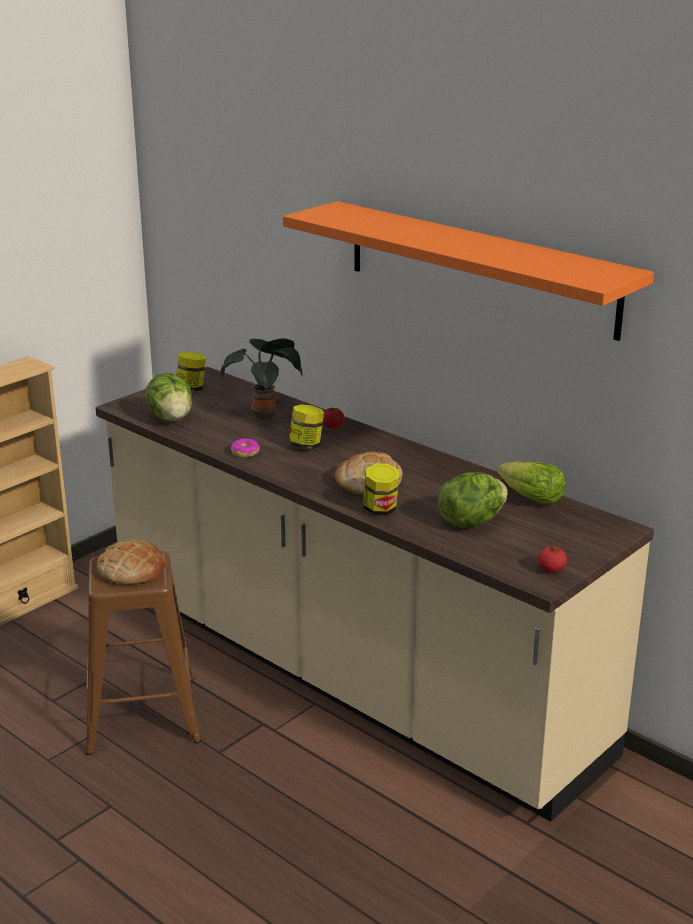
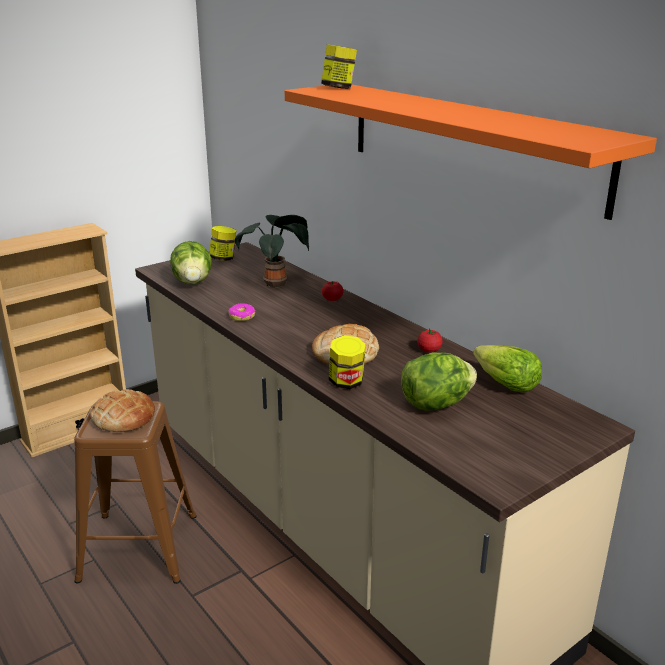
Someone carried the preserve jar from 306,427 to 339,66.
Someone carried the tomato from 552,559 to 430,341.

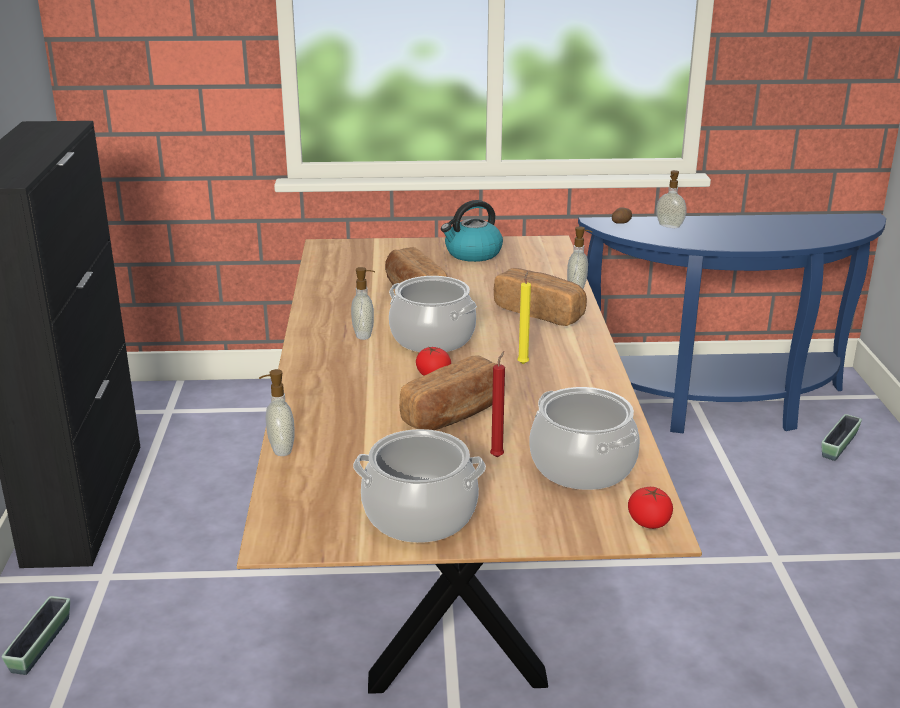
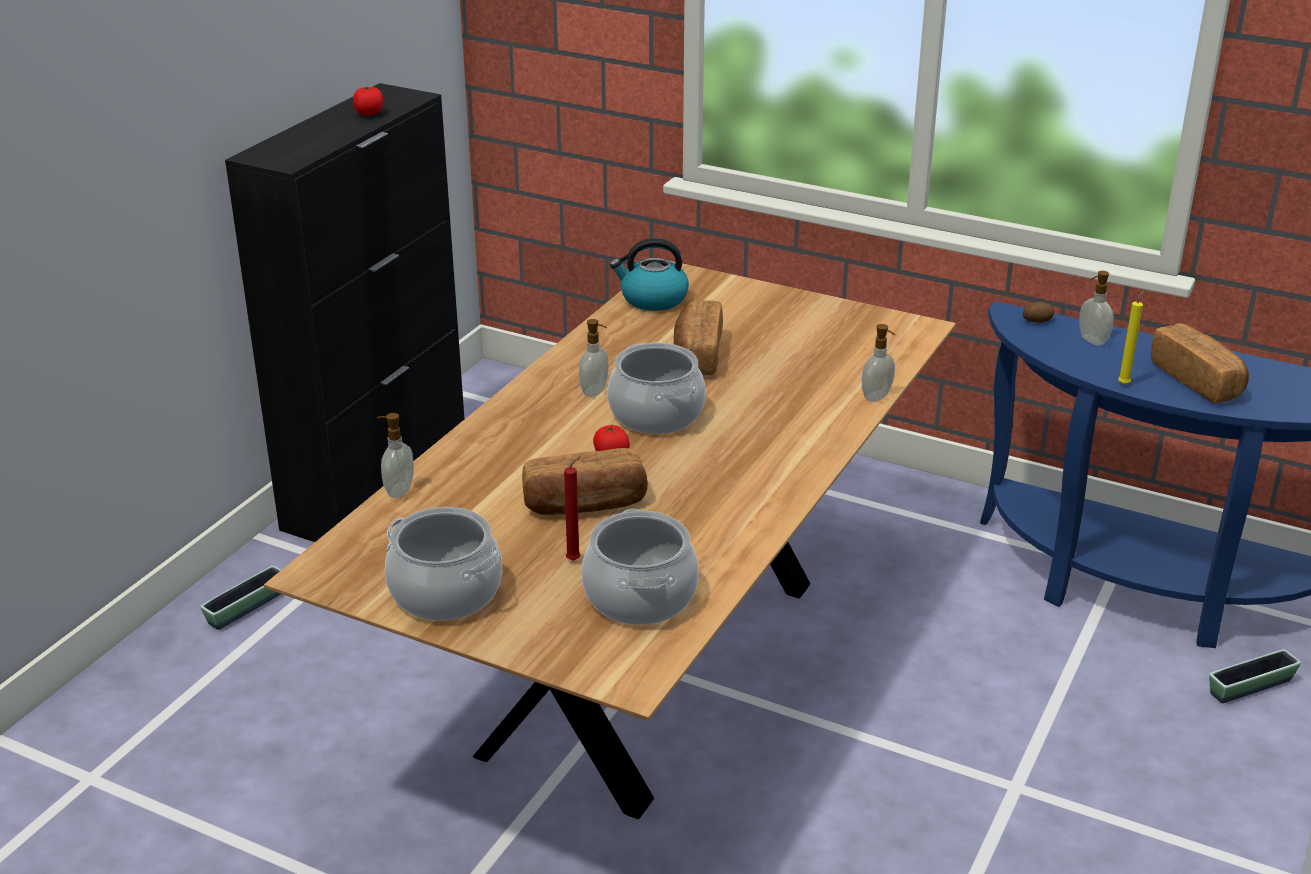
Someone carried the tomato from 650,508 to 368,101.
Someone carried the water kettle from 472,231 to 649,274.
Someone carried the yellow-coloured candle from 524,317 to 1131,338.
Someone carried the bread from 540,297 to 1200,363.

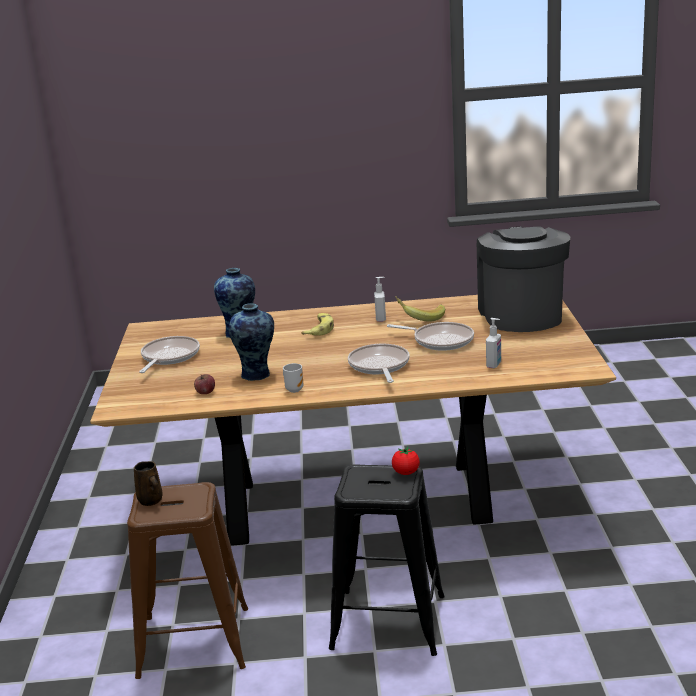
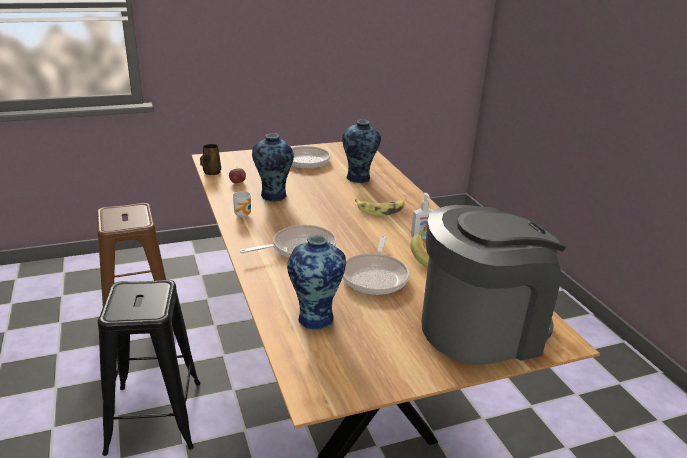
Someone carried the brownish mug from 148,483 to 210,159.
Someone swapped the soap dispenser at 493,343 for the vase at 316,282.
Someone took away the tomato at 406,460.

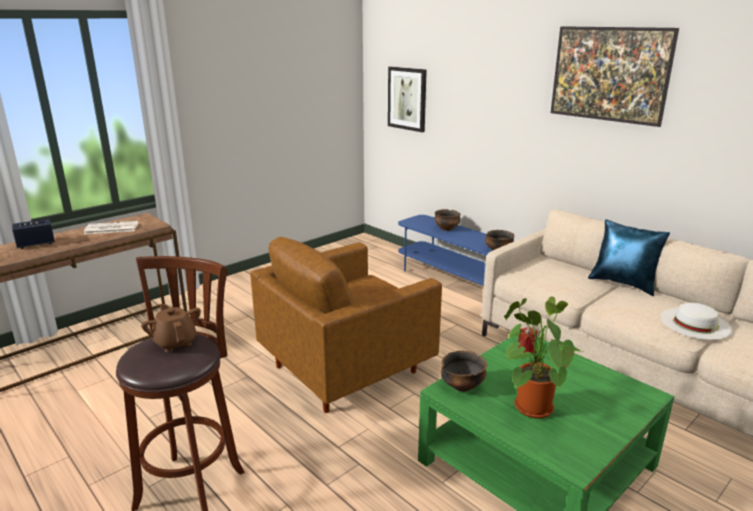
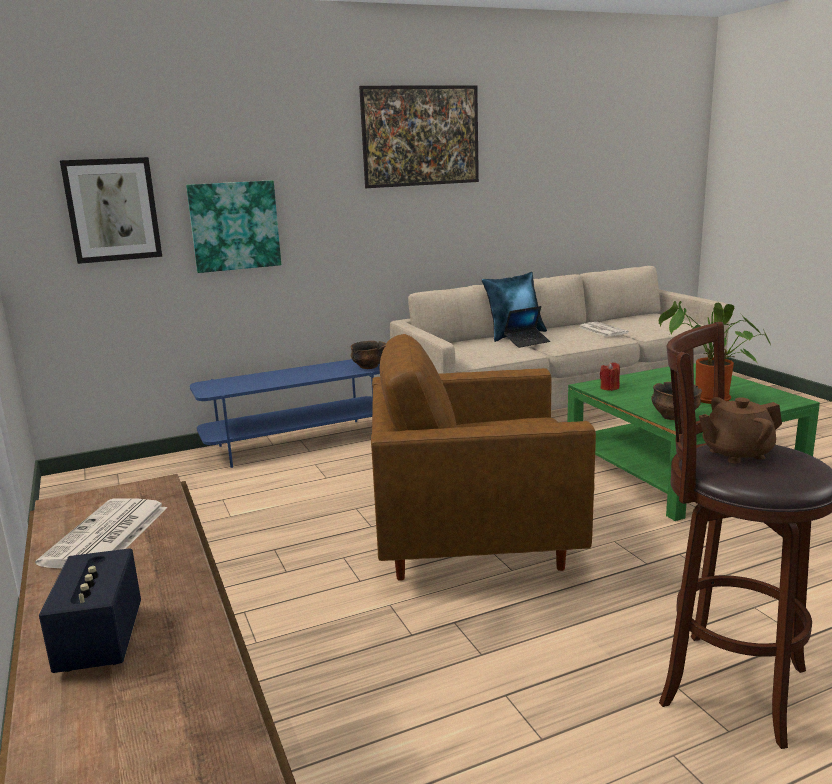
Someone put up the wall art at 233,226.
Someone rotated the brownish easy chair at 346,325 by 105 degrees clockwise.
Someone put down the laptop at 527,327.
Someone swapped the white hat at 696,321 for the daily paper at 603,329.
Someone took away the serving bowl at 447,220.

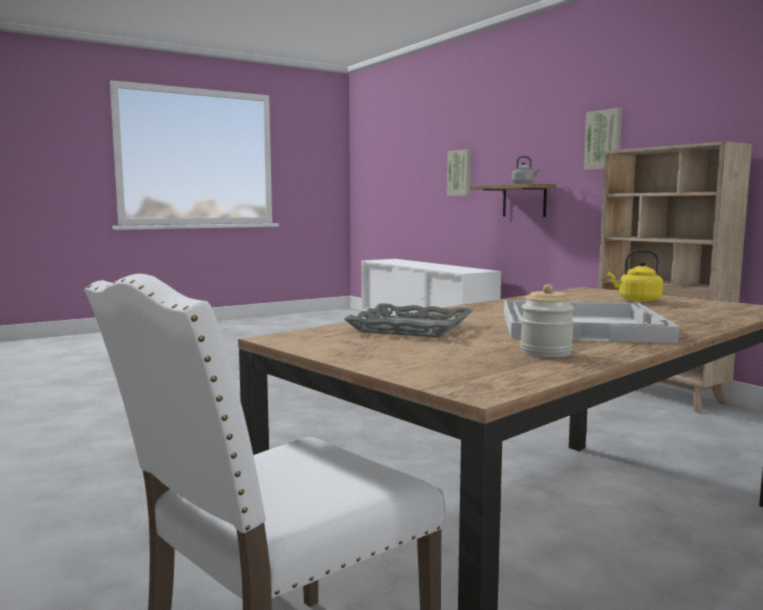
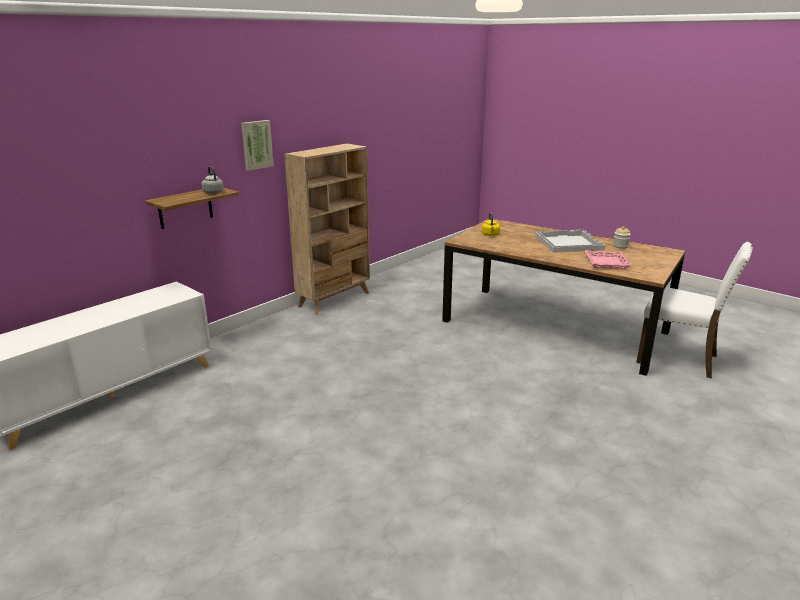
Someone repainted the grey carrying tray at 408,320, which became the pink-coloured carrying tray at 608,259.
Someone took away the wall art at 459,172.

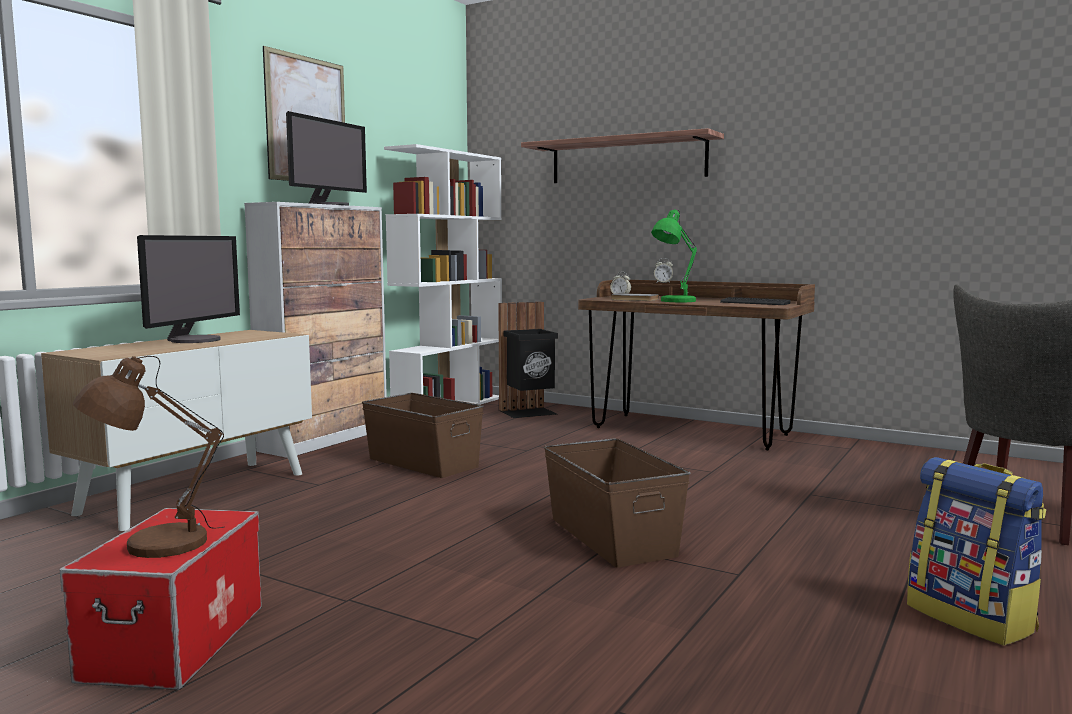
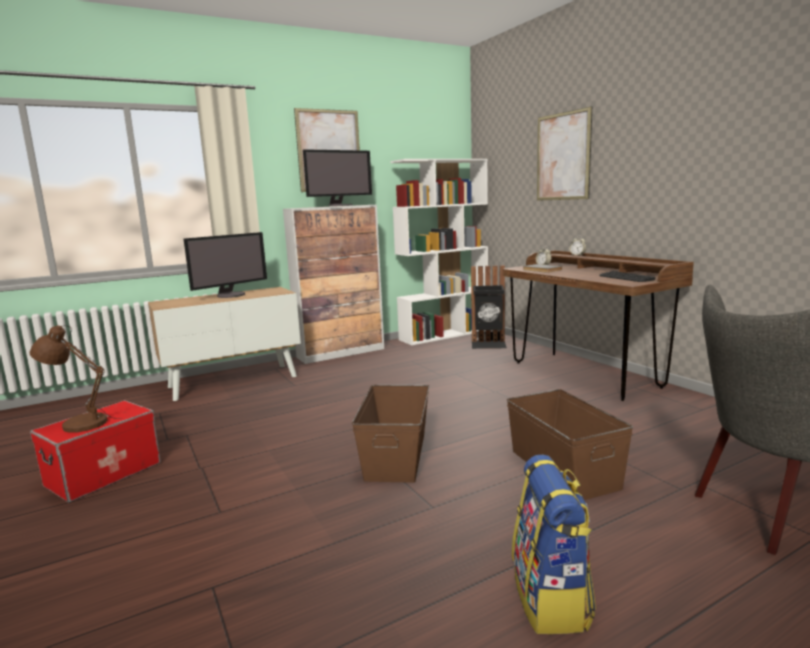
Someone carried the brownish storage container from 423,435 to 570,444.
Someone swapped the shelf at 622,155 for the wall art at 564,153.
Someone took away the greenish table lamp at 674,256.

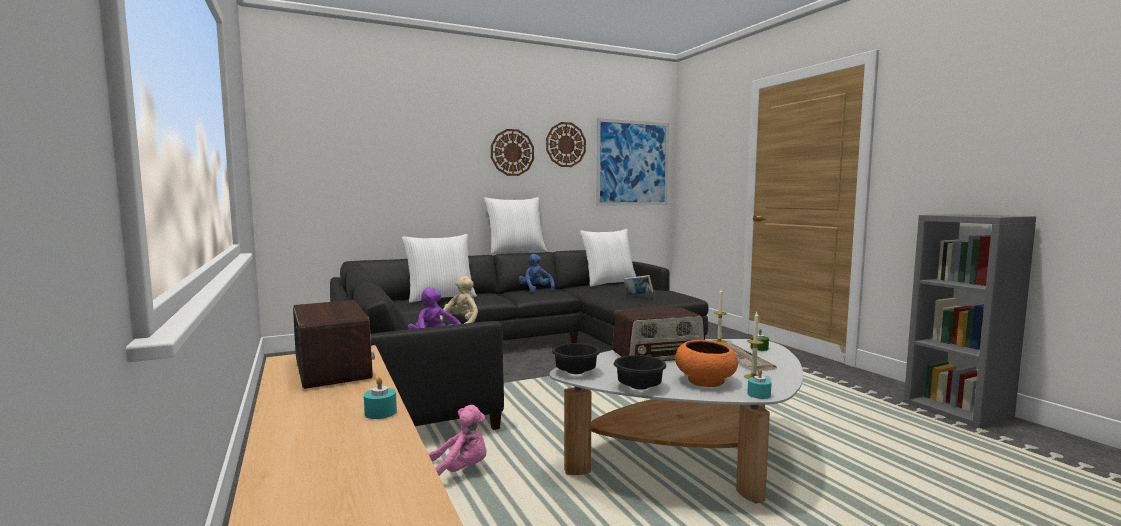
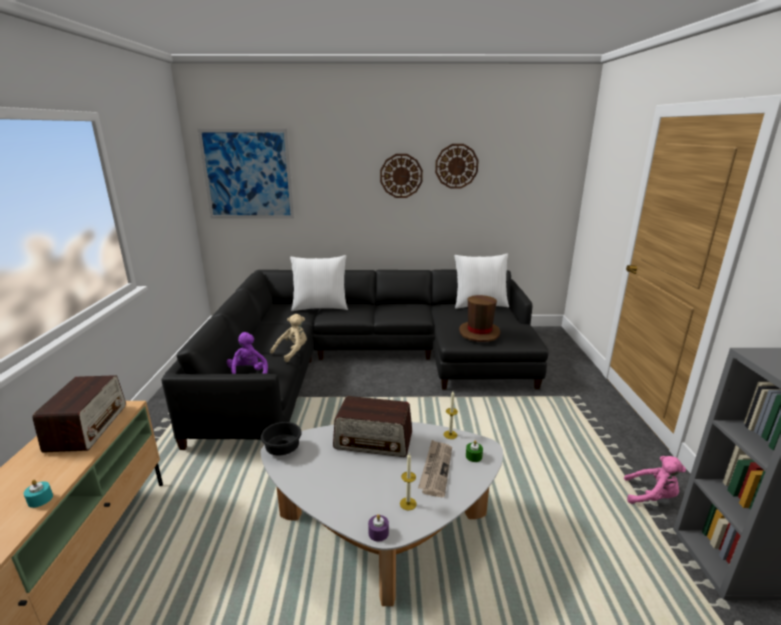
Someone carried the wall art from 632,162 to 246,174.
Someone repainted the turquoise candle at 759,384, which became the purple candle at 378,528.
Someone swapped the book at 638,285 for the brownish hat at 480,318.
Someone carried the pink-coloured soft toy from 458,440 to 655,480.
Someone took away the white pillow at 515,225.
Someone took away the blue-coloured soft toy at 537,273.
Someone took away the blackish serving bowl at 640,372.
Someone took away the orange serving bowl at 706,363.

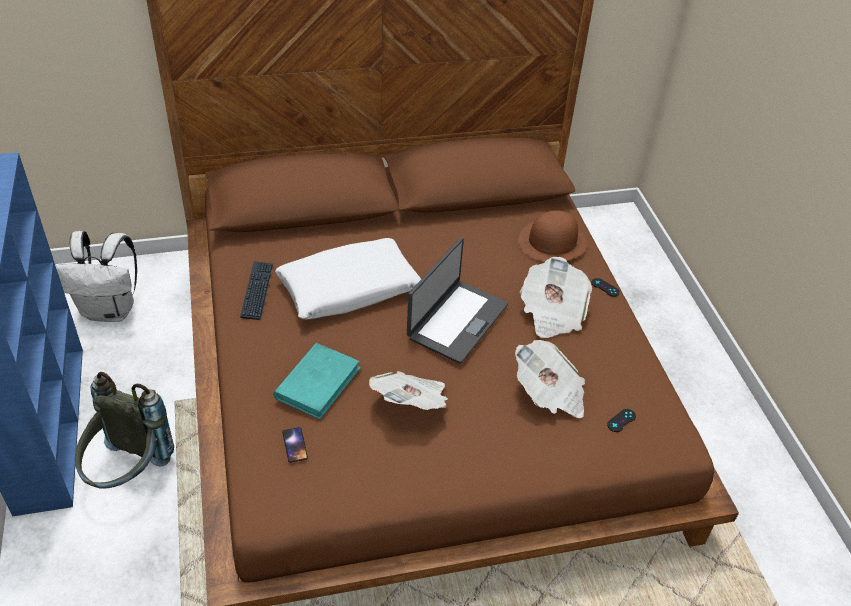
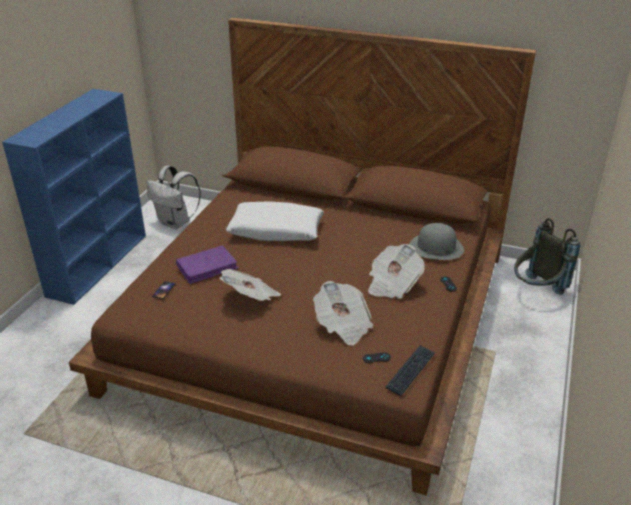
Someone repainted the turquoise book at 317,381, which became the purple book at 207,264.
Someone carried the keyboard from 256,290 to 410,370.
Someone repainted the brownish hat at 552,235, which became the grey hat at 436,241.
Someone carried the grey backpack from 124,430 to 547,256.
Someone took away the laptop at 457,301.

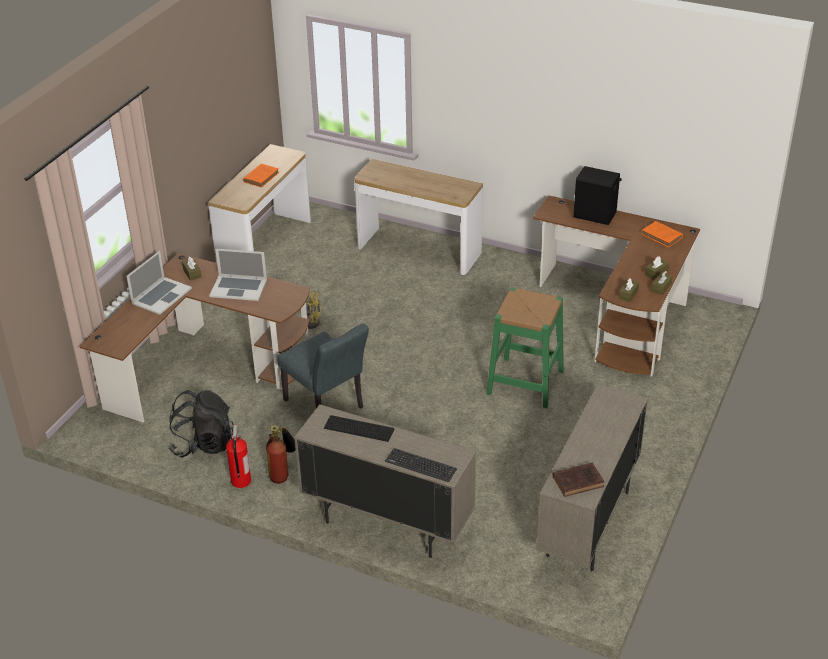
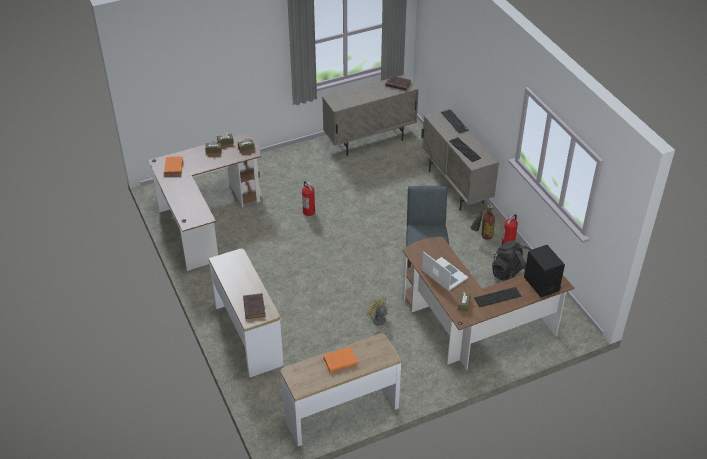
Someone put down the brownish book at 254,306.
Someone swapped the greenish sitting stool at 525,347 for the extinguisher at 308,198.
Someone swapped the laptop at 159,283 for the keyboard at 497,297.
Someone carried the blackish audio speaker from 597,195 to 544,271.

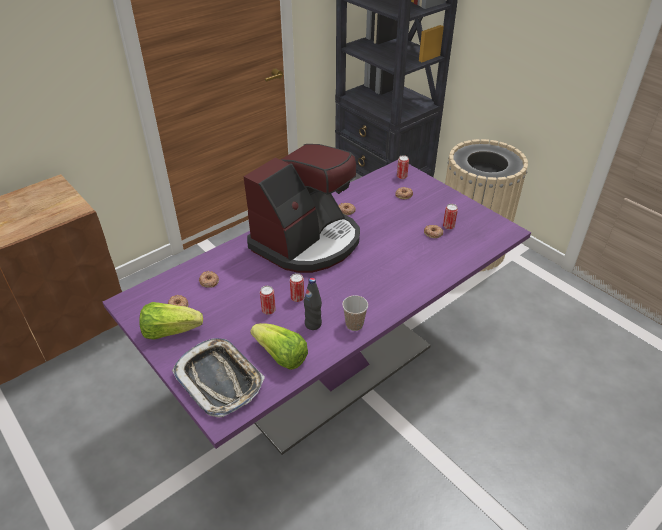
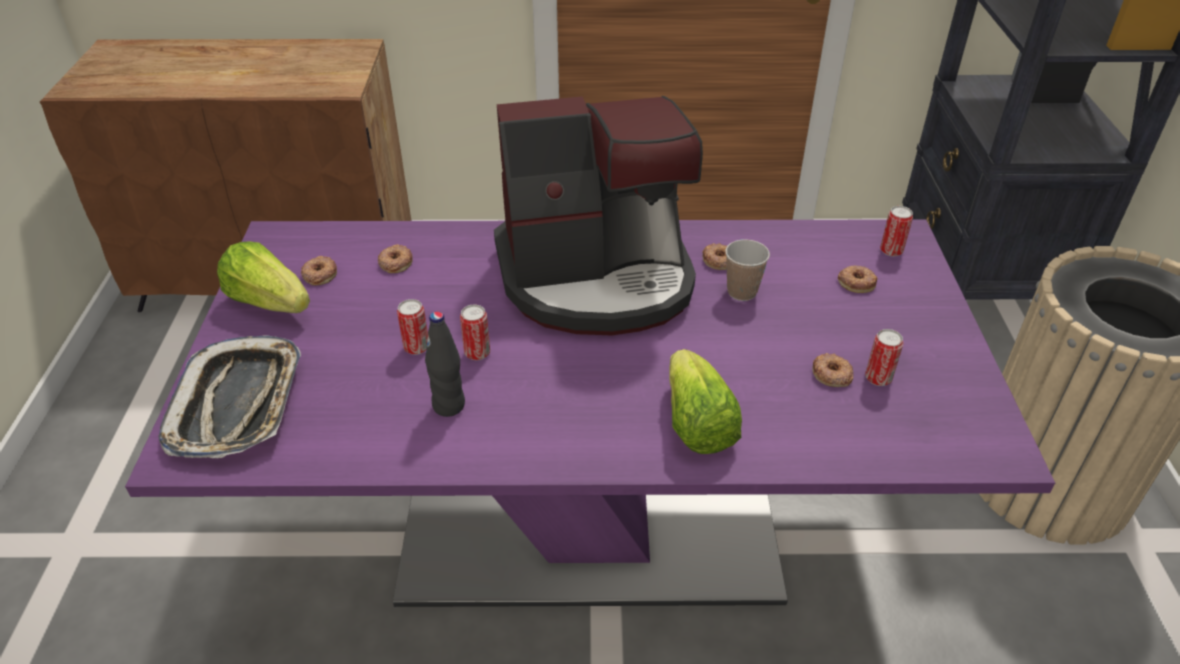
Someone carried the lettuce head from 279,346 to 705,401.
Someone carried the cup from 355,313 to 747,270.

